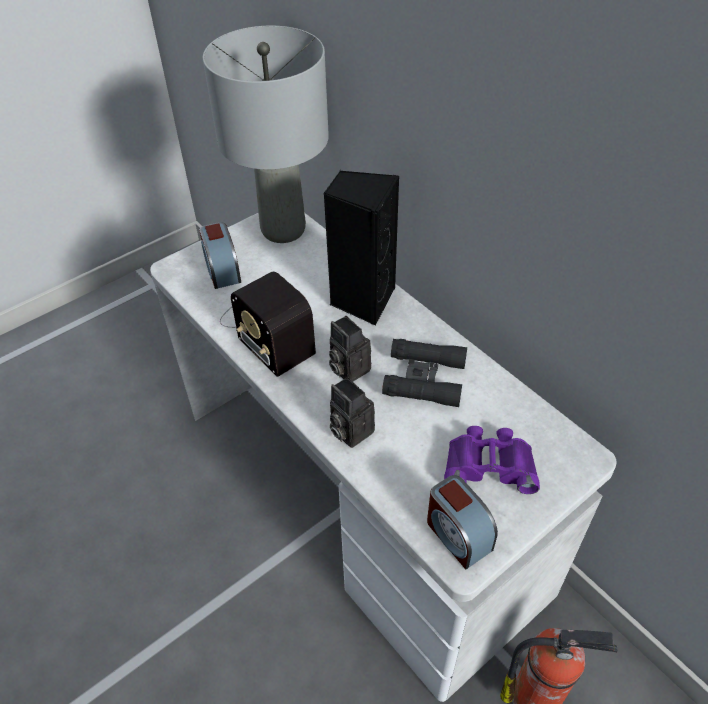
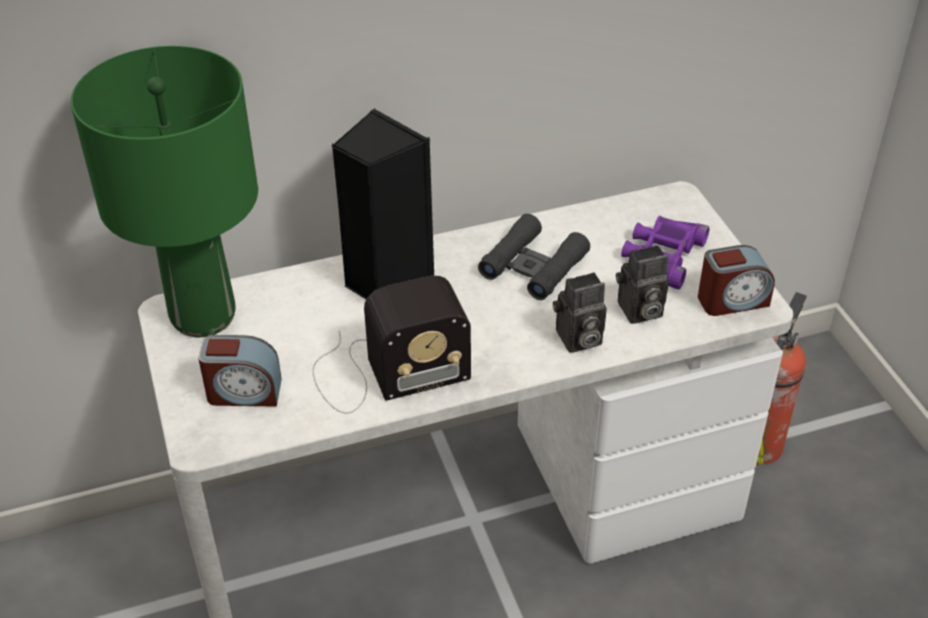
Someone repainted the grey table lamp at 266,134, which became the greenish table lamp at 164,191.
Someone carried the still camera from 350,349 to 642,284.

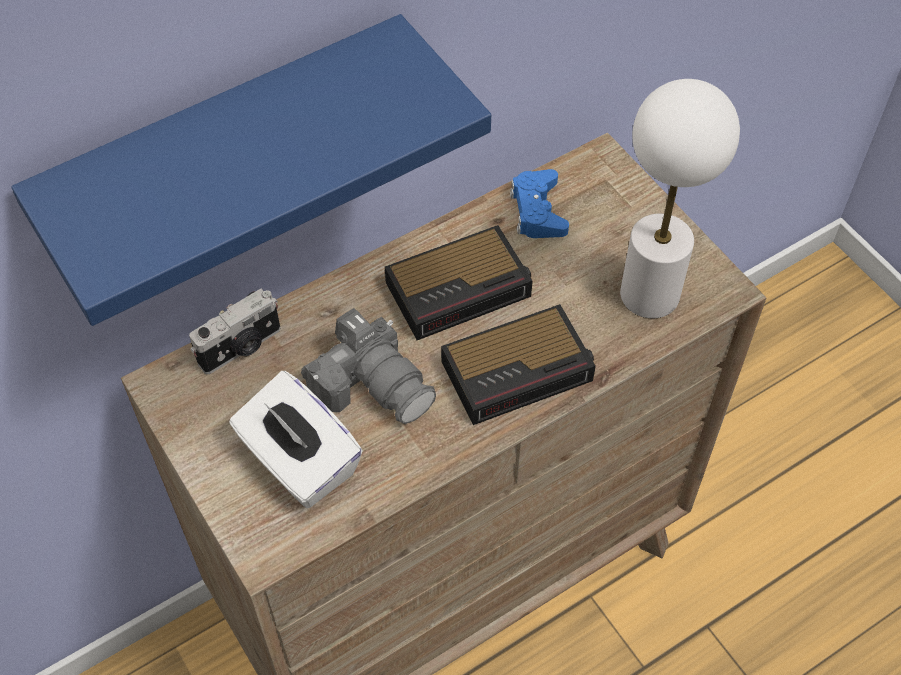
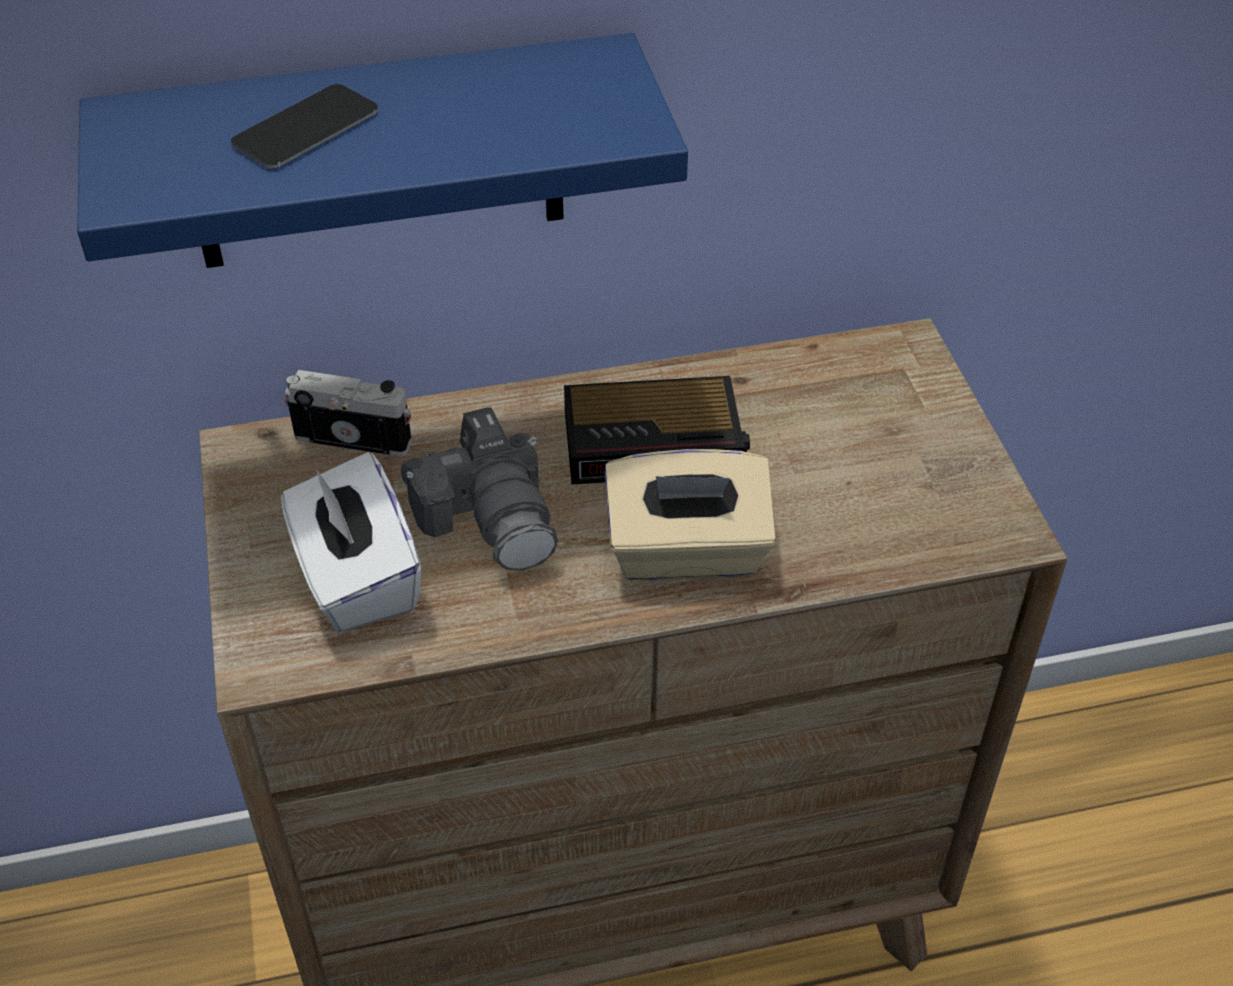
Someone put down the telephone at 304,126.
Someone rotated the still camera at 234,331 by 150 degrees counterclockwise.
Someone swapped the bedside clock at 518,364 for the sand-coloured tissue holder at 690,515.
Someone took away the blue-coloured joypad at 539,203.
Someone took away the white table lamp at 680,198.

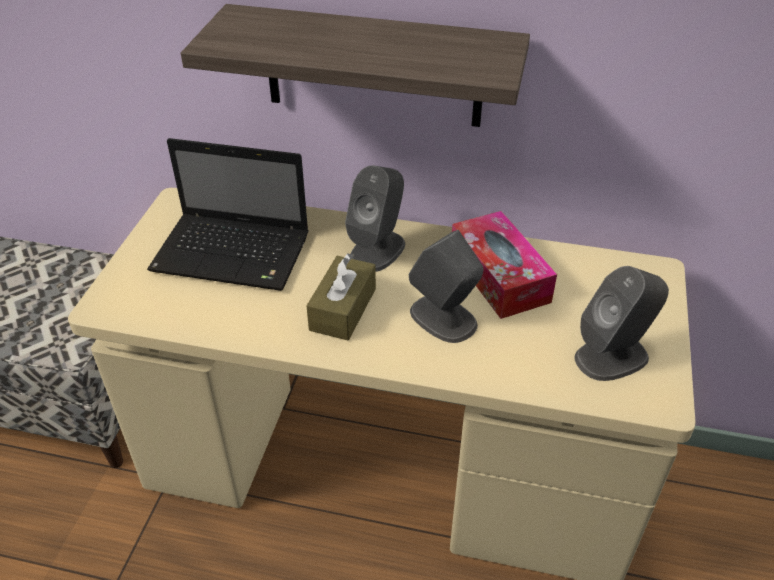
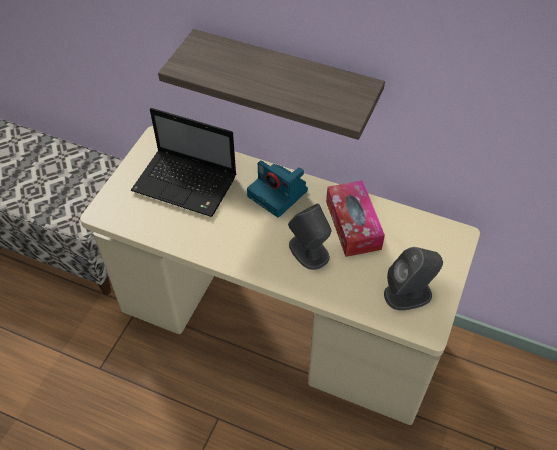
Someone swapped the grey audio speaker at 375,218 for the still camera at 277,189.
Someone took away the brownish tissue holder at 341,297.

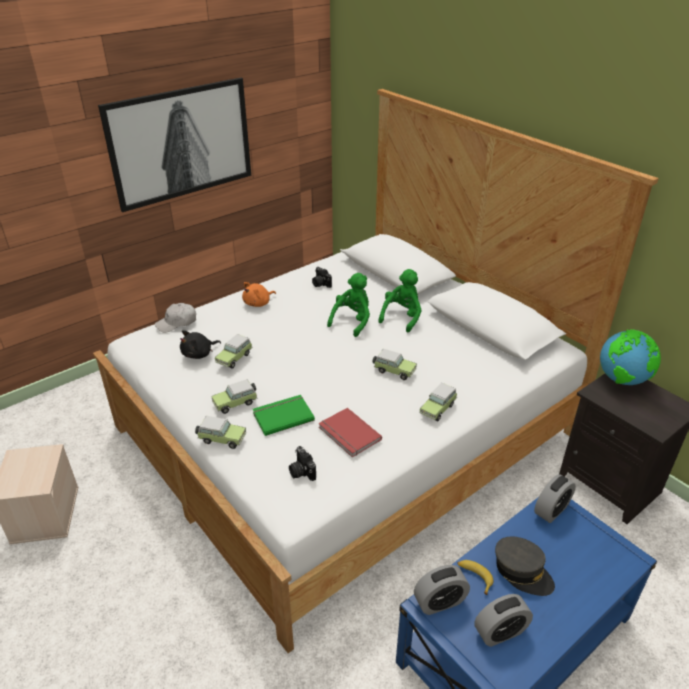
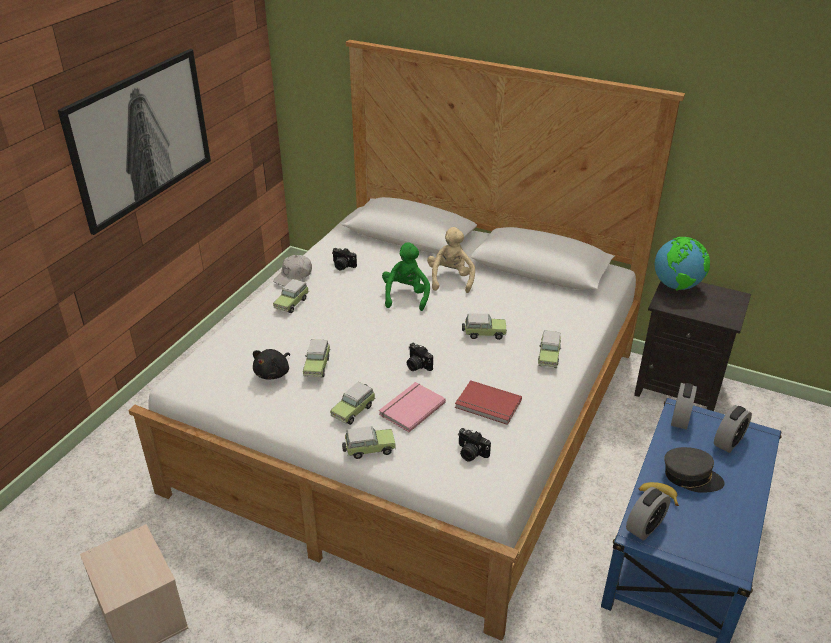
Someone carried the white peaked cap from 175,318 to 292,271.
Someone swapped the orange soft toy at 259,294 for the toy car at 291,296.
Someone repainted the greenish book at 284,415, which became the pink-coloured book at 412,407.
Someone put down the still camera at 420,357.
Someone repainted the greenish soft toy at 399,300, which became the sand-coloured soft toy at 451,260.
Someone carried the bedside clock from 503,620 to 733,429.

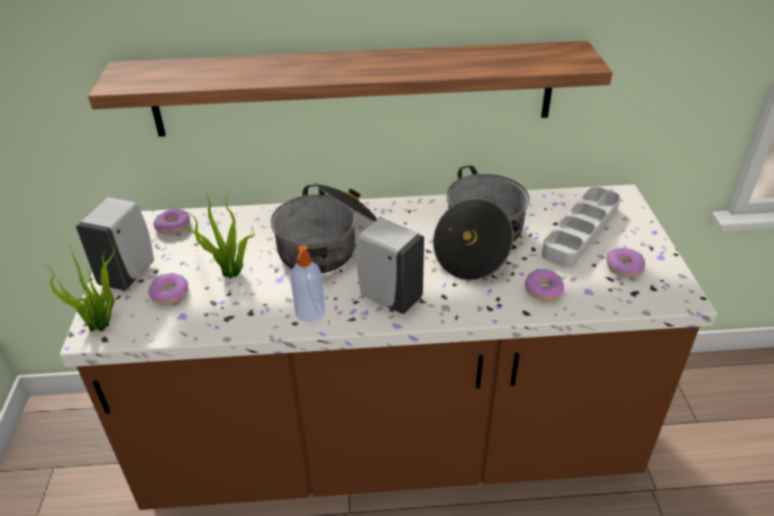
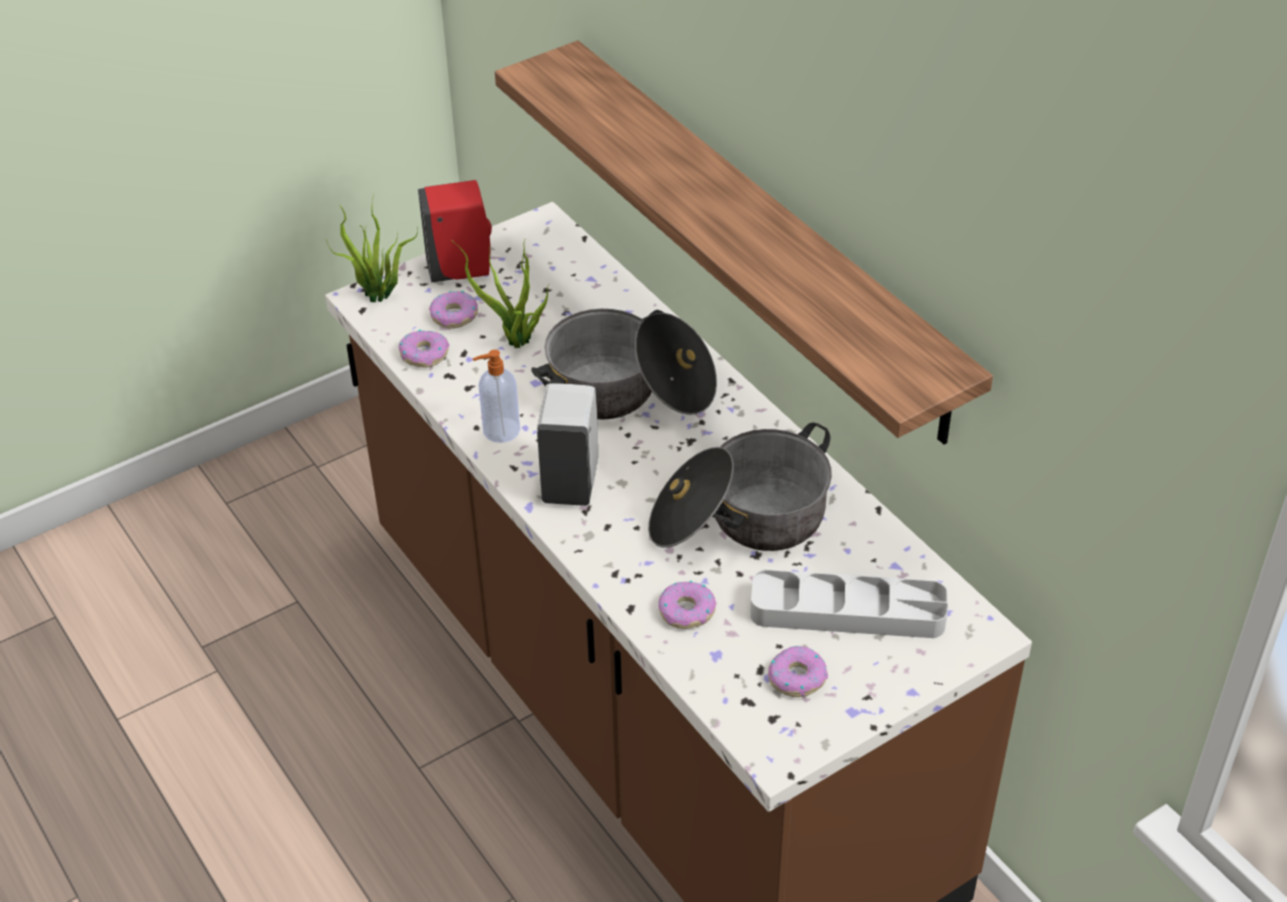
Someone carried the ring doughnut from 172,222 to 424,348.
Someone repainted the white soap dispenser at 115,244, which became the reddish soap dispenser at 455,231.

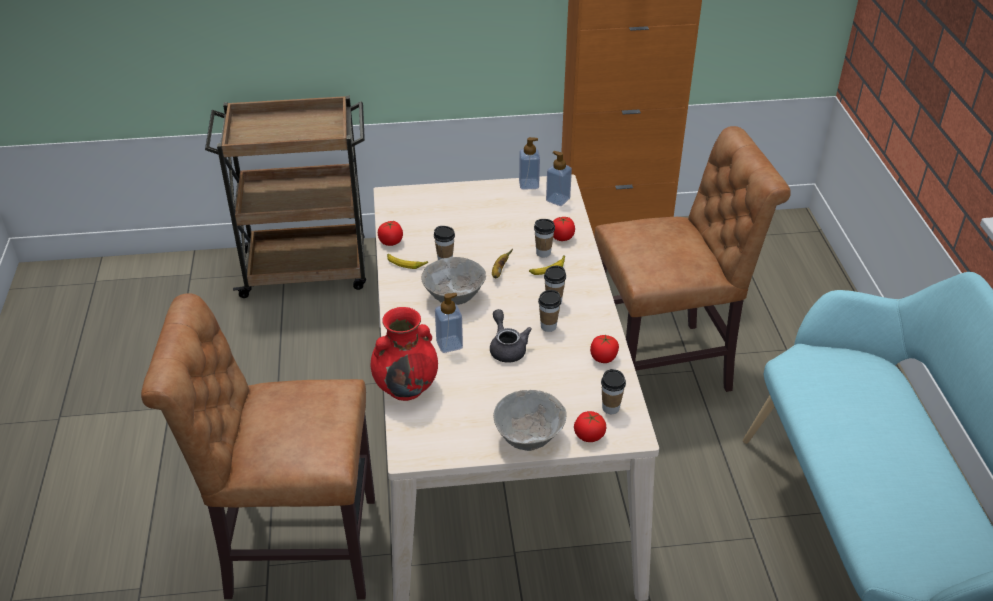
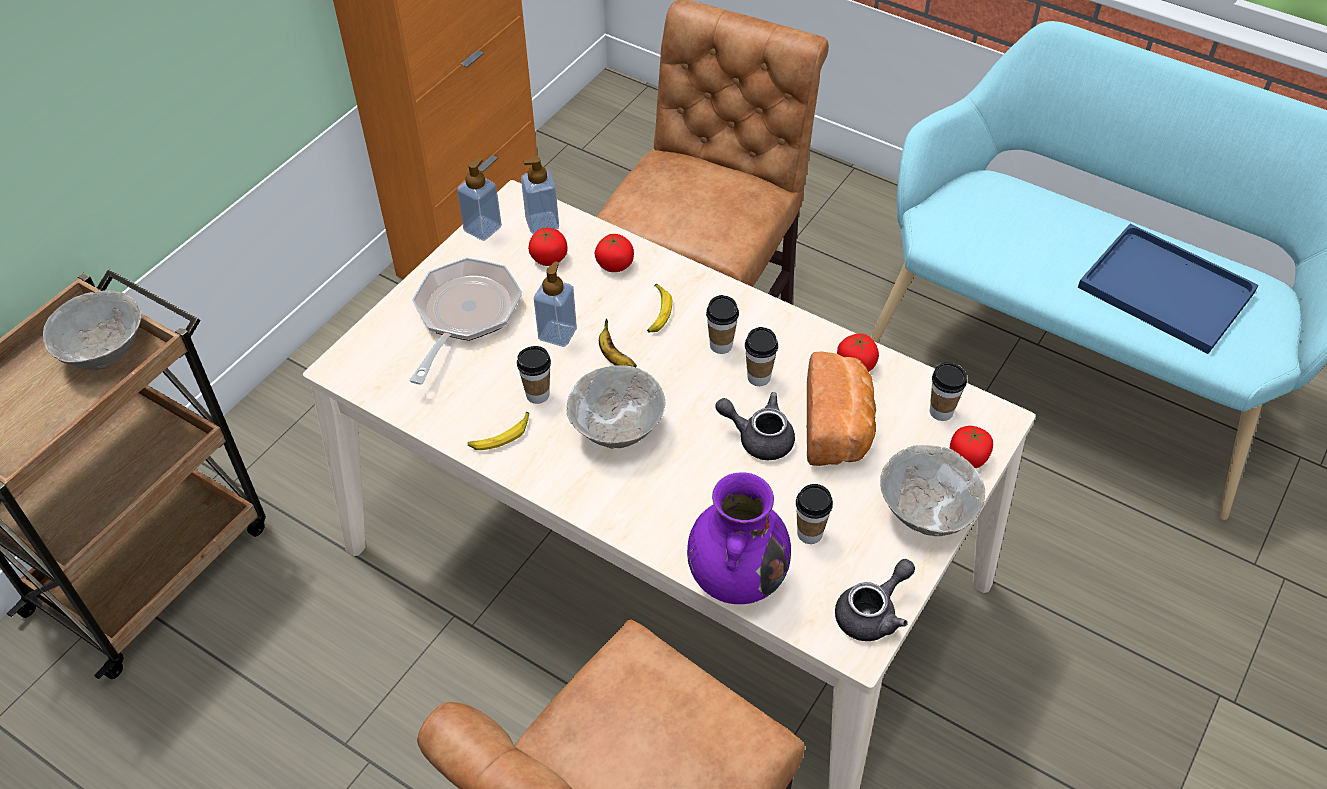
Someone put down the grey serving bowl at 92,330.
Someone put down the pan at 465,321.
Someone carried the tomato from 390,233 to 548,247.
Someone carried the soap dispenser from 449,323 to 555,304.
Someone repainted the reddish vase at 404,354, which became the purple vase at 739,538.
Someone carried the cup from 544,238 to 814,514.
Someone put down the bread at 841,408.
Someone put down the grey teapot at 875,600.
Someone put down the blue-coloured carrying tray at 1168,289.

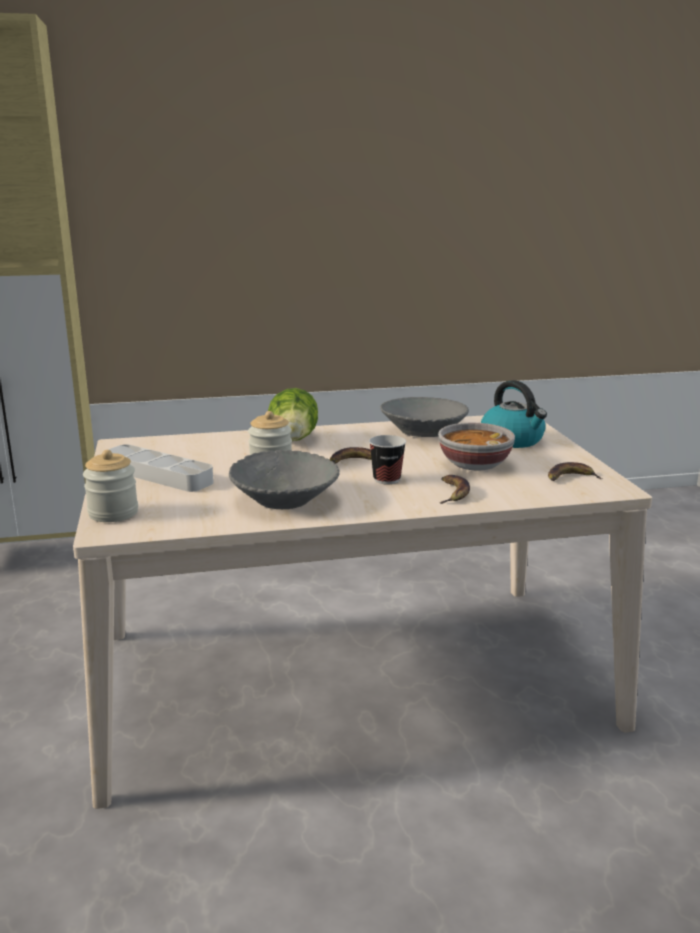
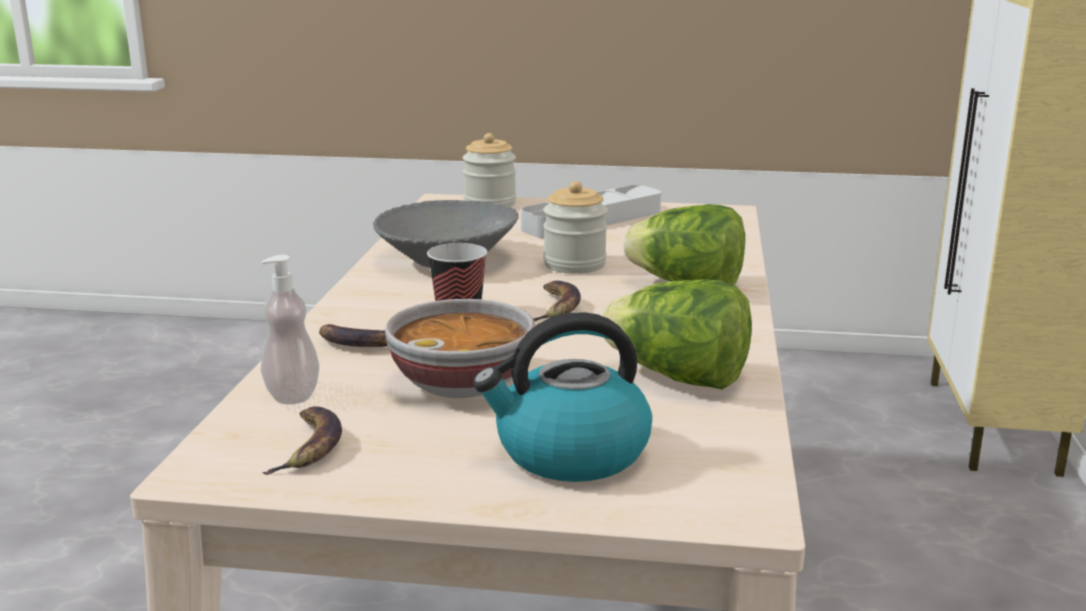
Someone put down the soap dispenser at 290,330.
Someone swapped the grey serving bowl at 424,417 for the lettuce head at 677,334.

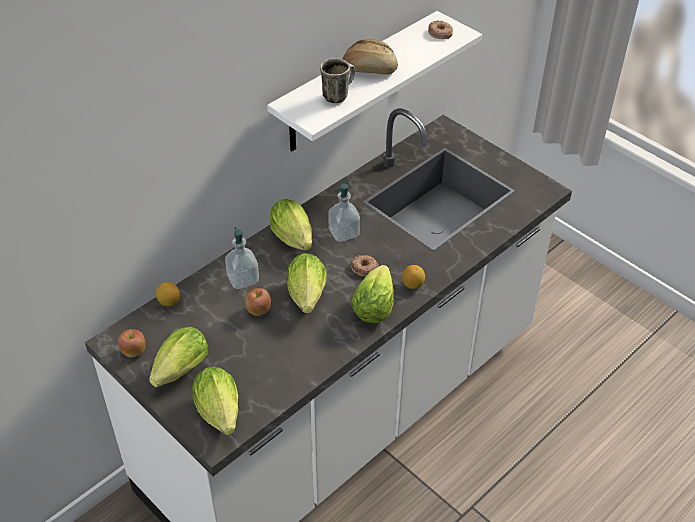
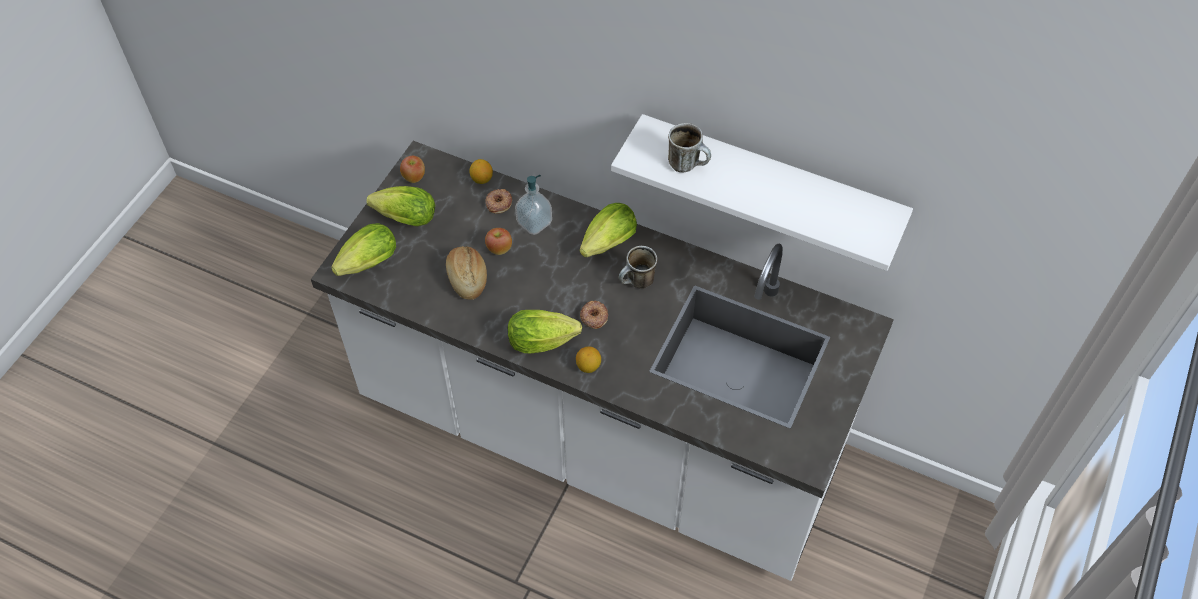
Someone carried the bread from 370,57 to 466,273.
Someone carried the ring doughnut from 440,29 to 498,201.
Someone swapped the soap dispenser at 344,212 for the mug at 638,267.
Someone took away the lettuce head at 307,283.

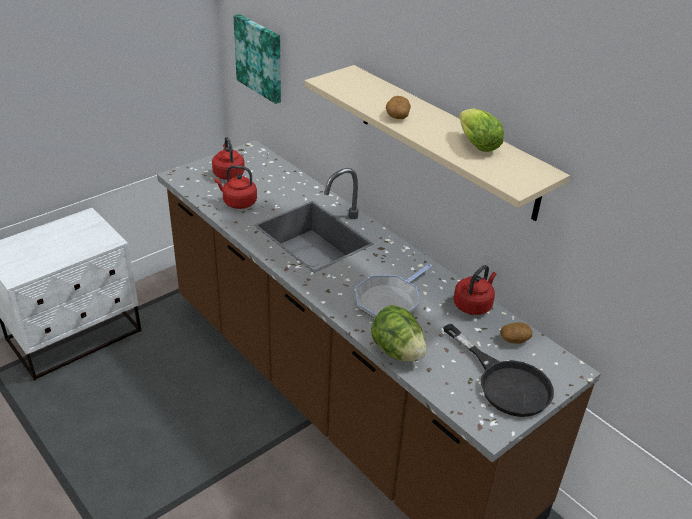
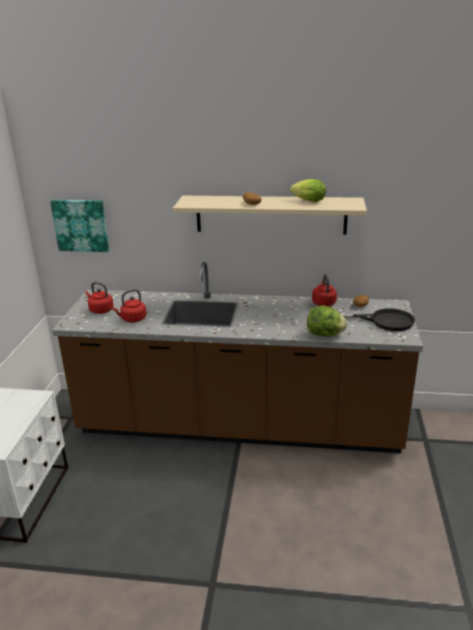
Someone took away the pan at 393,291.

